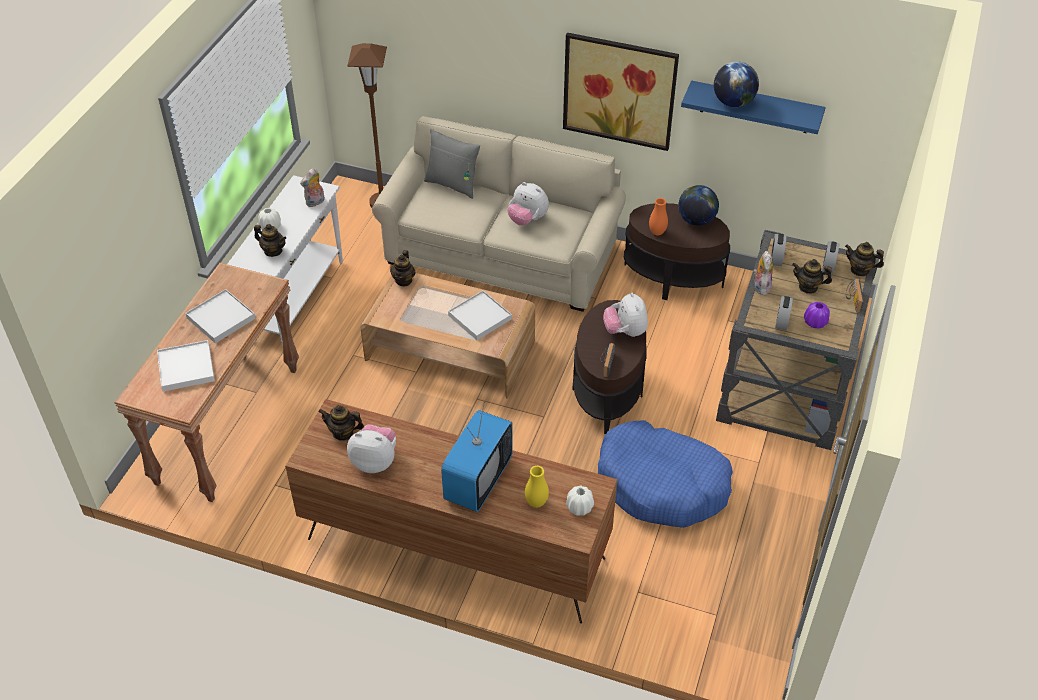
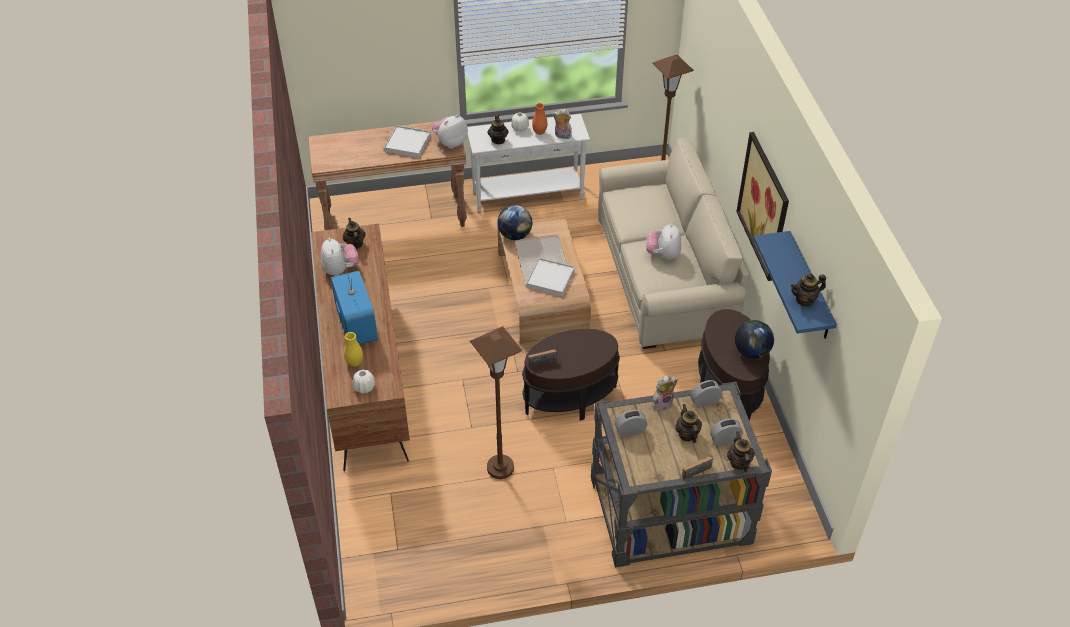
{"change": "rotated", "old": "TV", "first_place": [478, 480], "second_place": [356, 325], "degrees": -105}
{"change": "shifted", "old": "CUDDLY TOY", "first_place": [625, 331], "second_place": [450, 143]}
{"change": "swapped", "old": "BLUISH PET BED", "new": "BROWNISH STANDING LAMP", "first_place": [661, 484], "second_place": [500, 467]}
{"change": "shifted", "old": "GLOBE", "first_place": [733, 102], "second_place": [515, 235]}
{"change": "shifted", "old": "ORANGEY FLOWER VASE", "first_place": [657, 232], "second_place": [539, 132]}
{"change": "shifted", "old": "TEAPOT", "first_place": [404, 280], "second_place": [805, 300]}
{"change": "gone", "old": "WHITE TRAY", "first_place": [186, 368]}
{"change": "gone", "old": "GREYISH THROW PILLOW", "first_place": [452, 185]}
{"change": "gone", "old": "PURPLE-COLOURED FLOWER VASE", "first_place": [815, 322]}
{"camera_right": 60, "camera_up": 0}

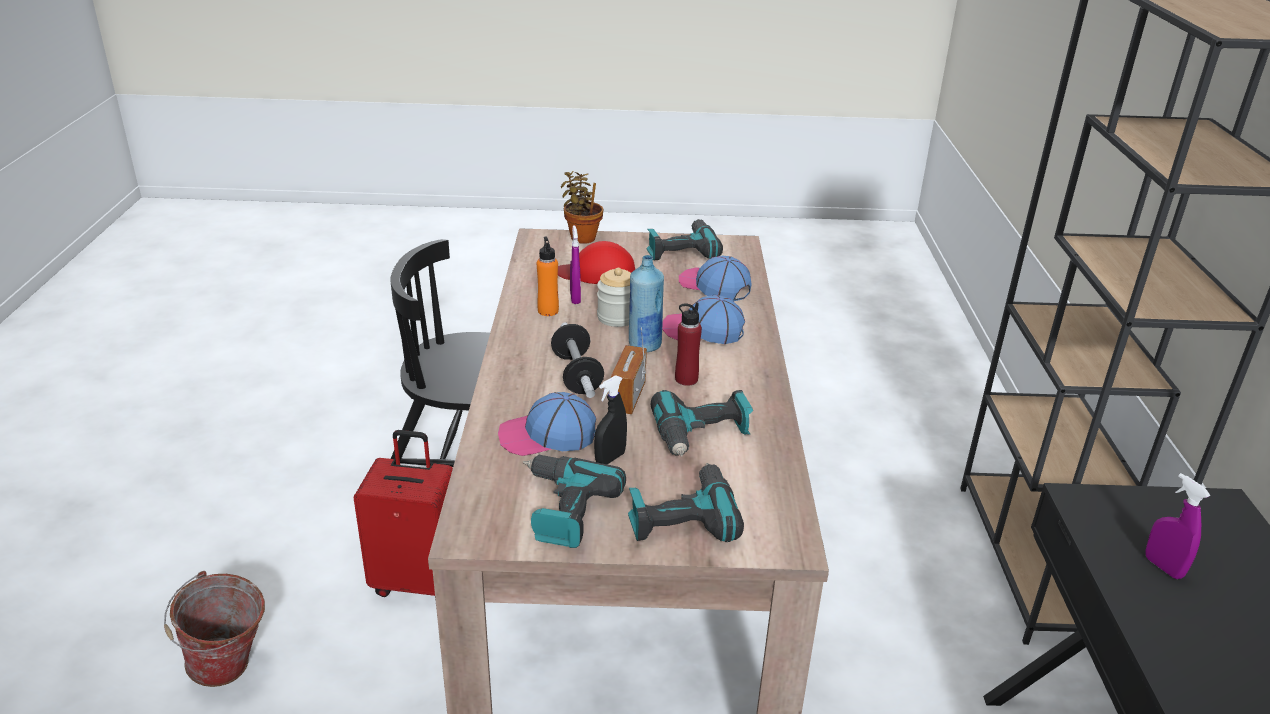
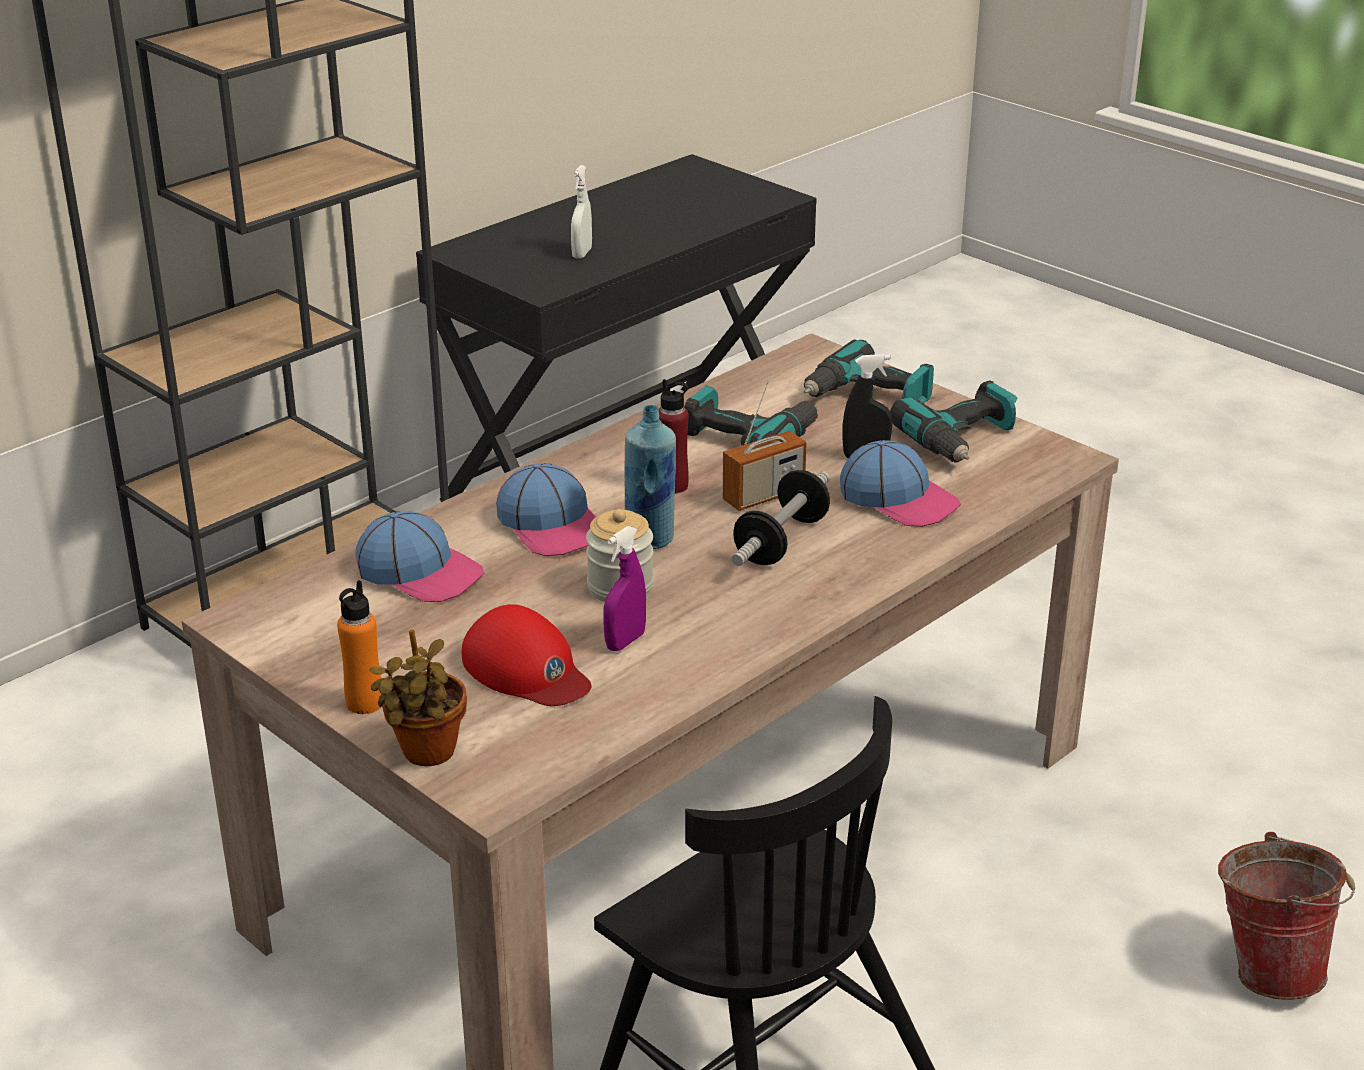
{"change": "shifted", "old": "ORANGEY BOTTLE", "first_place": [548, 311], "second_place": [364, 703]}
{"change": "rotated", "old": "PEAKED CAP", "first_place": [714, 286], "second_place": [420, 572], "degrees": -60}
{"change": "repainted", "old": "PURPLE-COLOURED SPRAYER", "new": "WHITE SPRAYER", "first_place": [1163, 567], "second_place": [582, 253]}
{"change": "gone", "old": "RED-COLOURED SUITCASE", "first_place": [418, 581]}
{"change": "gone", "old": "DRILL", "first_place": [681, 250]}
{"camera_right": -135, "camera_up": 0}

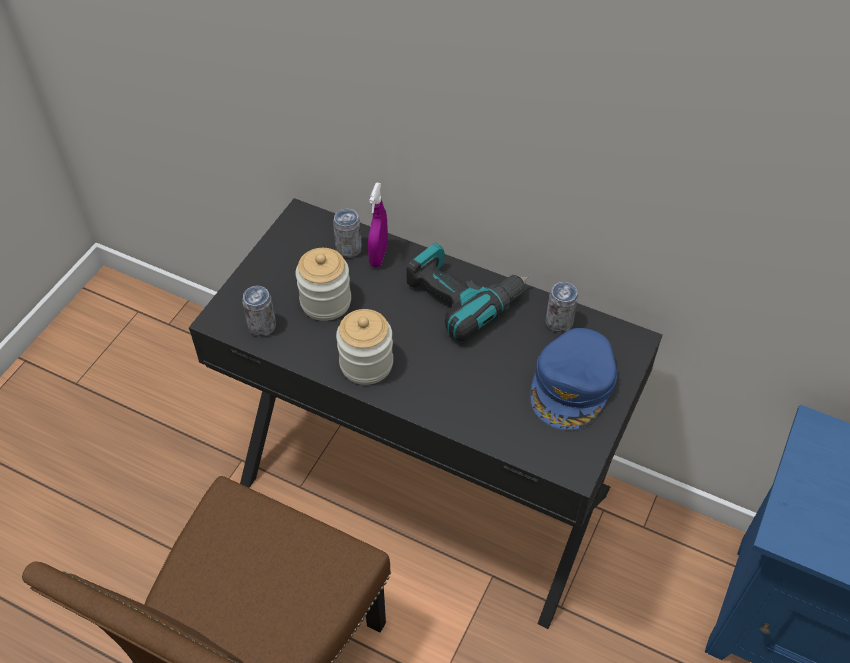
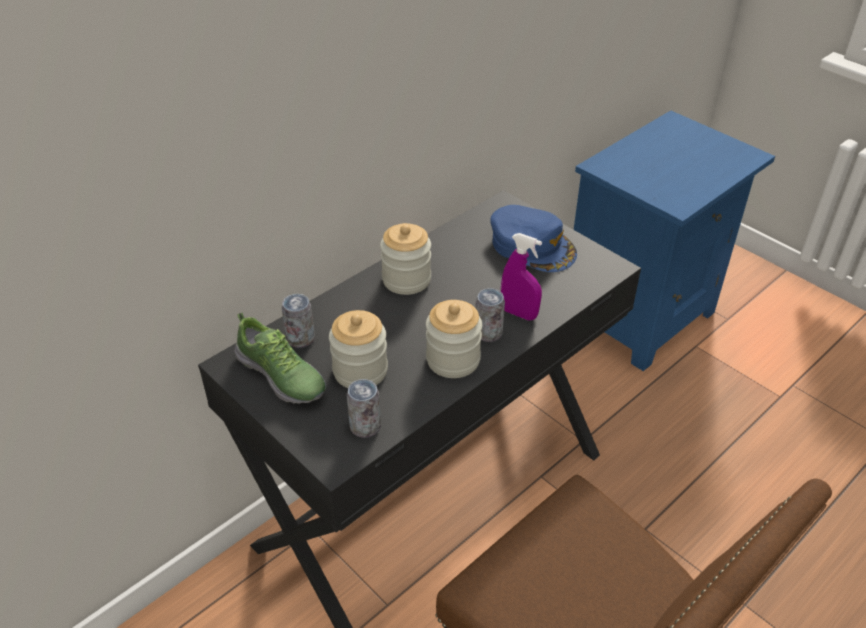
{"change": "new", "new": "ITEM OF FOOTWEAR", "second_place": [281, 376]}
{"change": "swapped", "old": "DRILL", "new": "STORAGE JAR", "first_place": [463, 296], "second_place": [406, 279]}
{"change": "shifted", "old": "SEALED CAN", "first_place": [559, 322], "second_place": [488, 333]}
{"change": "shifted", "old": "PURPLE-COLOURED SPRAYER", "first_place": [378, 256], "second_place": [519, 313]}
{"camera_right": -70, "camera_up": -10}

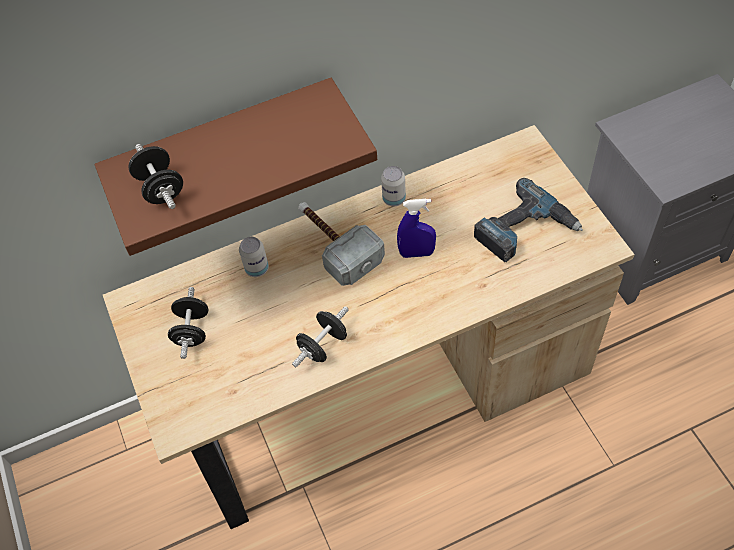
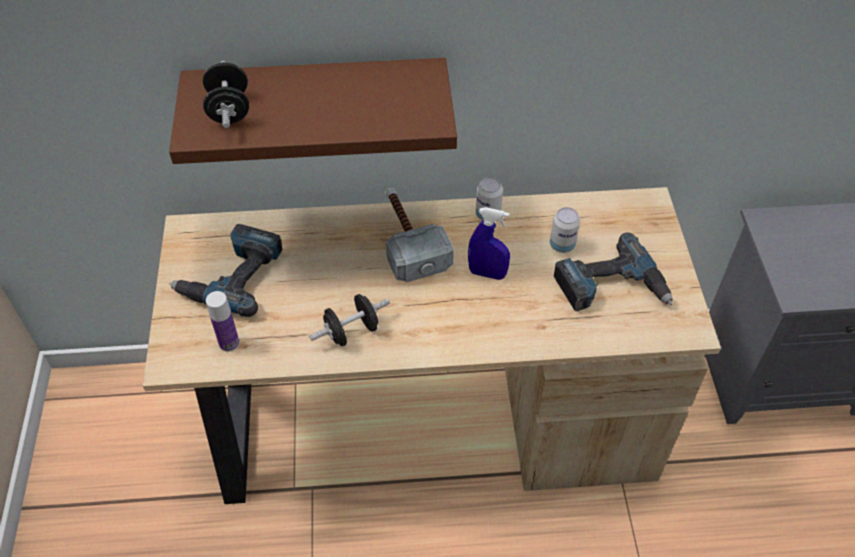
{"change": "swapped", "old": "BLACK FREE WEIGHT", "new": "DRILL", "first_place": [192, 331], "second_place": [232, 275]}
{"change": "new", "new": "BOTTLE", "second_place": [229, 343]}
{"change": "shifted", "old": "SEALED CAN", "first_place": [257, 269], "second_place": [562, 245]}
{"camera_right": 15, "camera_up": -5}

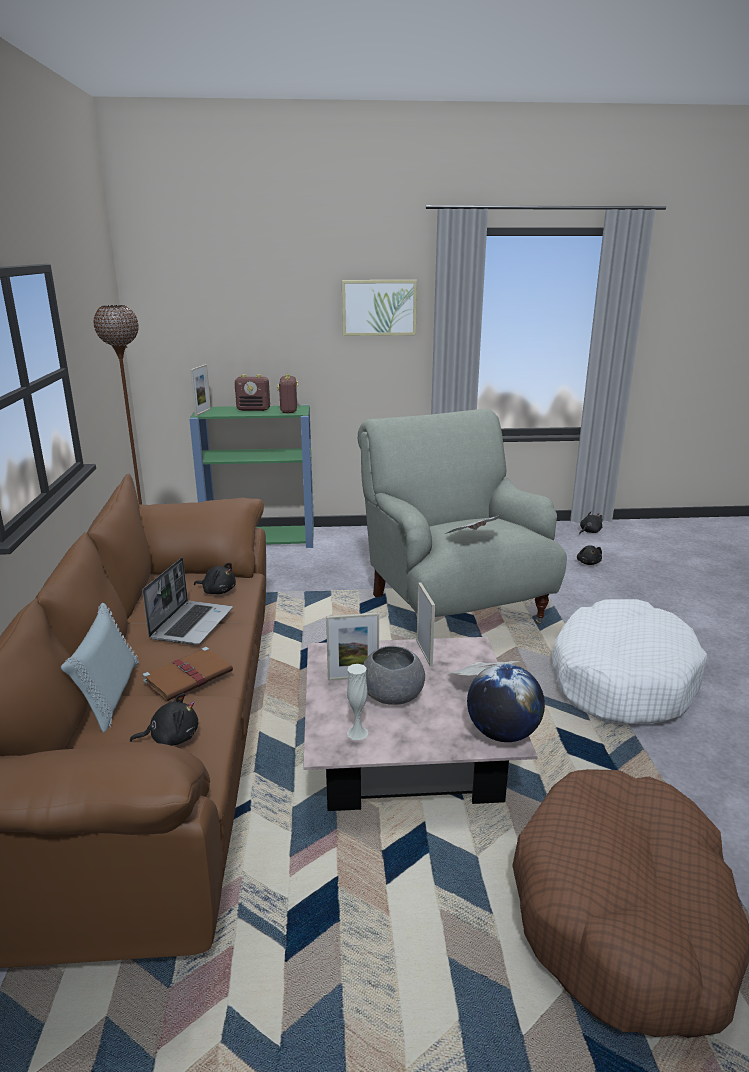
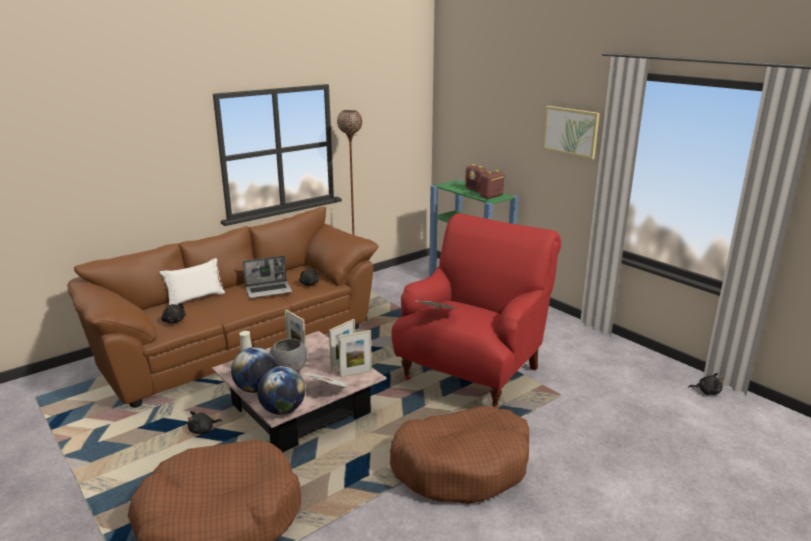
{"change": "repainted", "old": "BLUISH THROW PILLOW", "new": "WHITE THROW PILLOW", "first_place": [109, 695], "second_place": [195, 299]}
{"change": "shifted", "old": "BLACK CUDDLY TOY", "first_place": [588, 563], "second_place": [203, 430]}
{"change": "new", "new": "GLOBE", "second_place": [256, 389]}
{"change": "shifted", "old": "PICTURE FRAME", "first_place": [203, 412], "second_place": [355, 373]}
{"change": "repainted", "old": "WHITE PET BED", "new": "BROWNISH PET BED", "first_place": [621, 679], "second_place": [462, 466]}
{"change": "repainted", "old": "GREYISH EASY CHAIR", "new": "RED-COLOURED EASY CHAIR", "first_place": [453, 608], "second_place": [472, 373]}
{"change": "gone", "old": "BROWNISH BOOK", "first_place": [189, 676]}
{"camera_right": 55, "camera_up": 0}

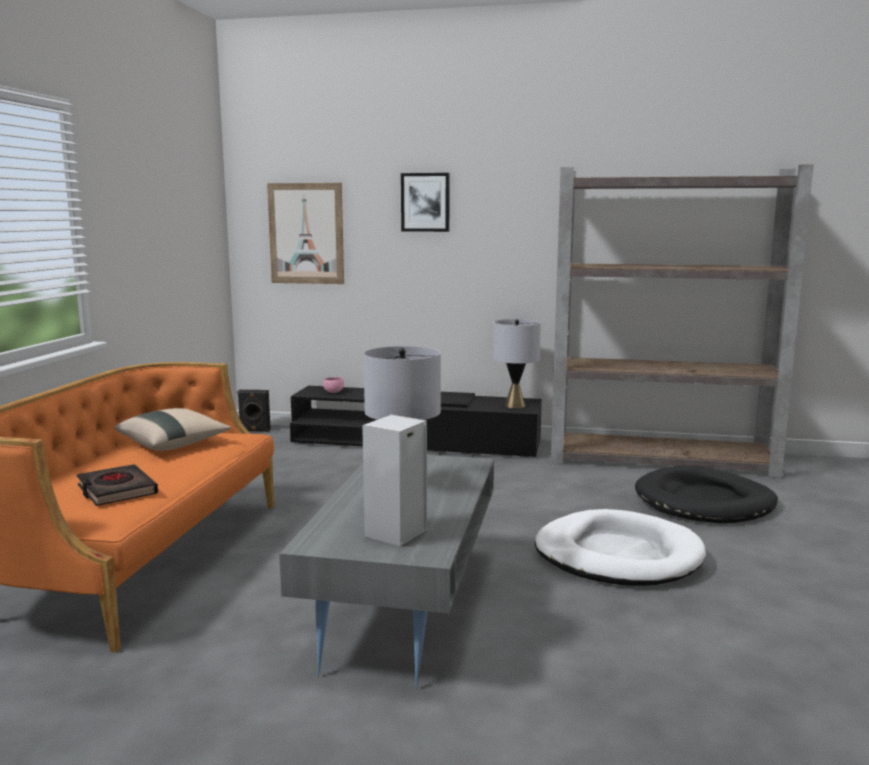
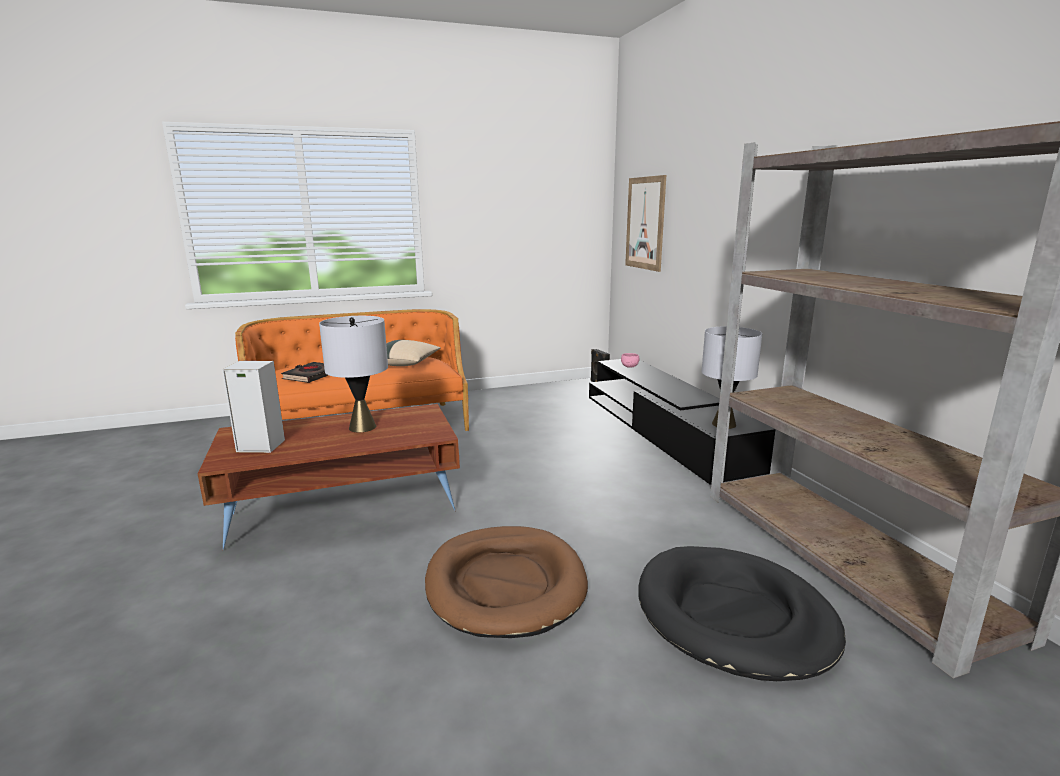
{"change": "repainted", "old": "GREYISH COFFEE TABLE", "new": "BROWNISH COFFEE TABLE", "first_place": [403, 603], "second_place": [344, 512]}
{"change": "repainted", "old": "WHITE PET BED", "new": "BROWNISH PET BED", "first_place": [617, 555], "second_place": [505, 584]}
{"change": "gone", "old": "WALL ART", "first_place": [425, 202]}
{"camera_right": 60, "camera_up": 5}

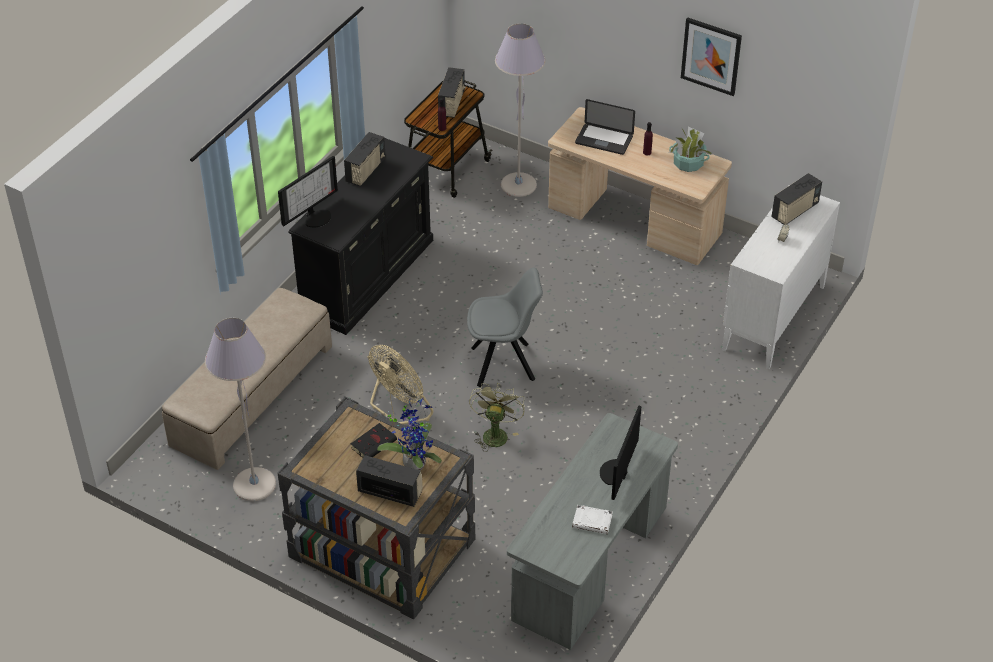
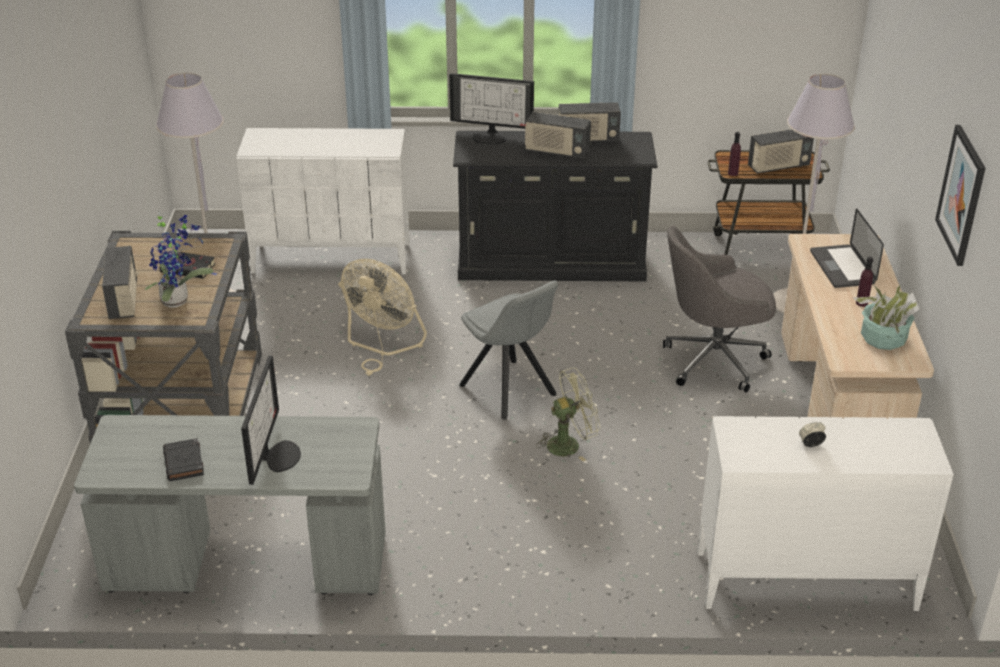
{"change": "repainted", "old": "WHITE BOOK", "new": "BLACK BOOK", "first_place": [592, 522], "second_place": [184, 463]}
{"change": "swapped", "old": "BEIGE LONG SEAT", "new": "WHITE CHEST OF DRAWERS", "first_place": [252, 394], "second_place": [332, 259]}
{"change": "rotated", "old": "MONITOR", "first_place": [616, 473], "second_place": [277, 455], "degrees": 105}
{"change": "rotated", "old": "BEIGE FAN", "first_place": [393, 411], "second_place": [378, 344], "degrees": -75}
{"change": "shifted", "old": "RADIO SET", "first_place": [795, 211], "second_place": [557, 152]}
{"change": "shifted", "old": "GREEN FAN", "first_place": [495, 433], "second_place": [569, 444]}
{"change": "new", "new": "GREYISH COMPUTER CHAIR", "second_place": [713, 362]}
{"camera_right": 60, "camera_up": -10}

